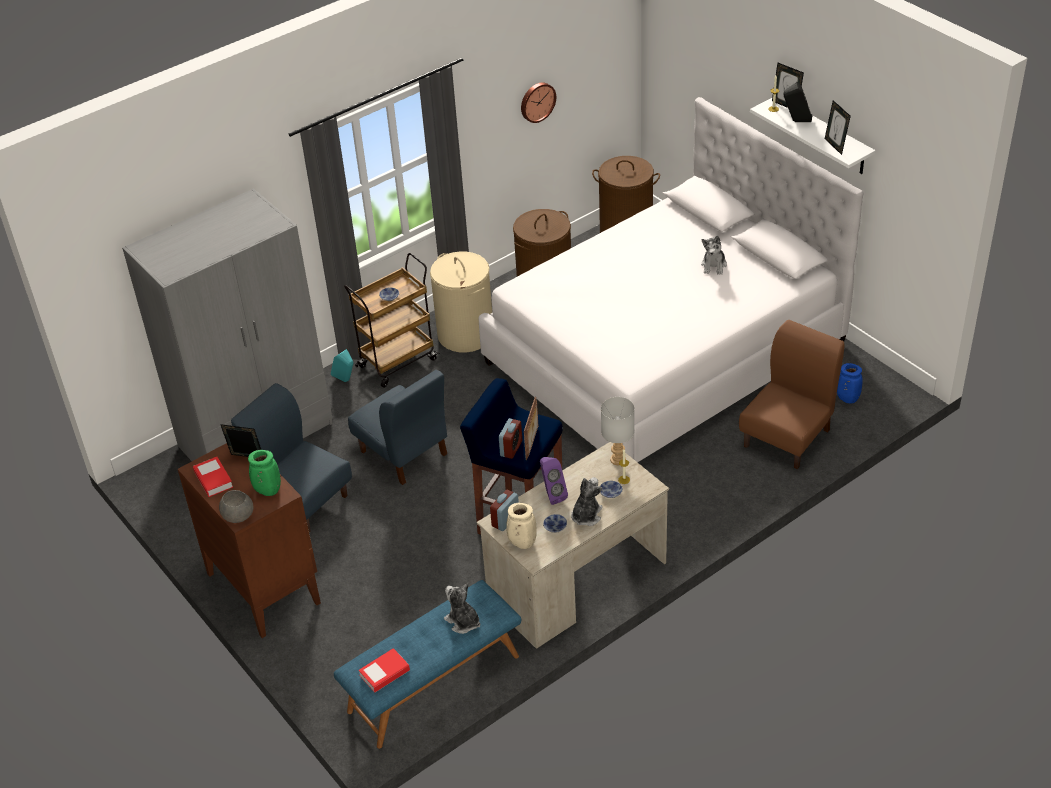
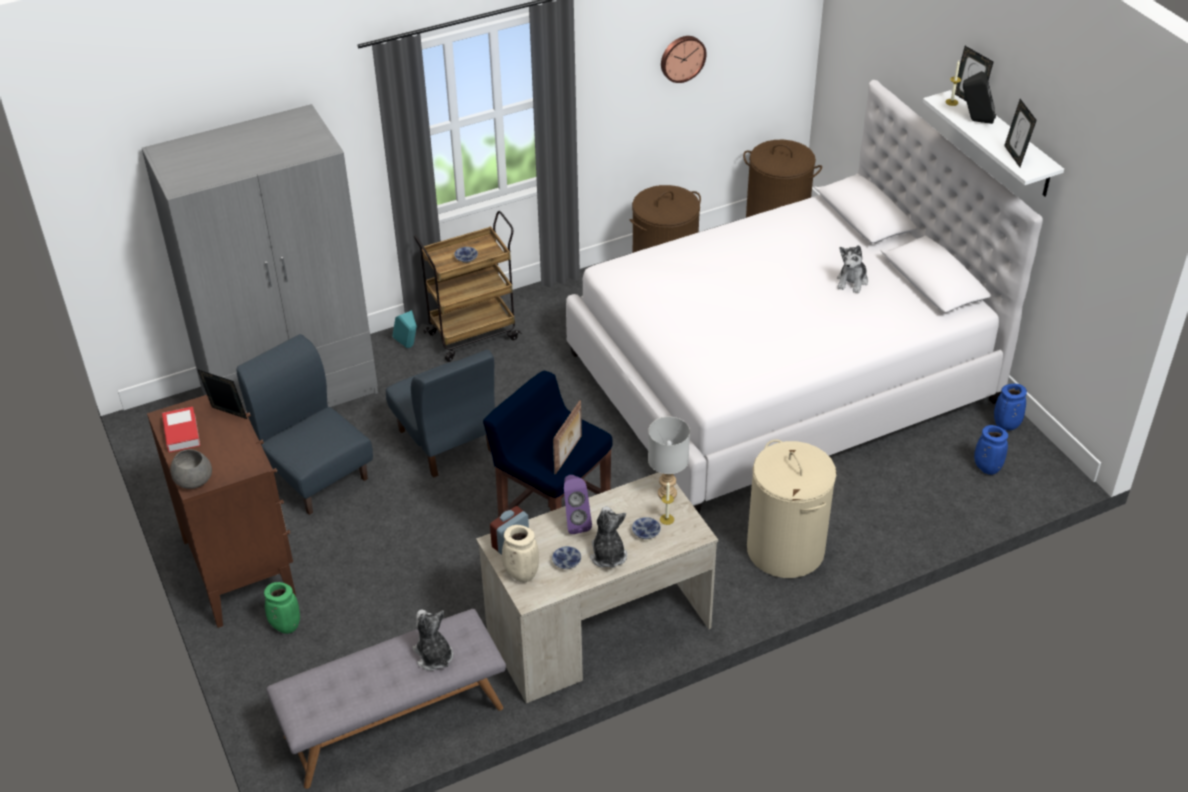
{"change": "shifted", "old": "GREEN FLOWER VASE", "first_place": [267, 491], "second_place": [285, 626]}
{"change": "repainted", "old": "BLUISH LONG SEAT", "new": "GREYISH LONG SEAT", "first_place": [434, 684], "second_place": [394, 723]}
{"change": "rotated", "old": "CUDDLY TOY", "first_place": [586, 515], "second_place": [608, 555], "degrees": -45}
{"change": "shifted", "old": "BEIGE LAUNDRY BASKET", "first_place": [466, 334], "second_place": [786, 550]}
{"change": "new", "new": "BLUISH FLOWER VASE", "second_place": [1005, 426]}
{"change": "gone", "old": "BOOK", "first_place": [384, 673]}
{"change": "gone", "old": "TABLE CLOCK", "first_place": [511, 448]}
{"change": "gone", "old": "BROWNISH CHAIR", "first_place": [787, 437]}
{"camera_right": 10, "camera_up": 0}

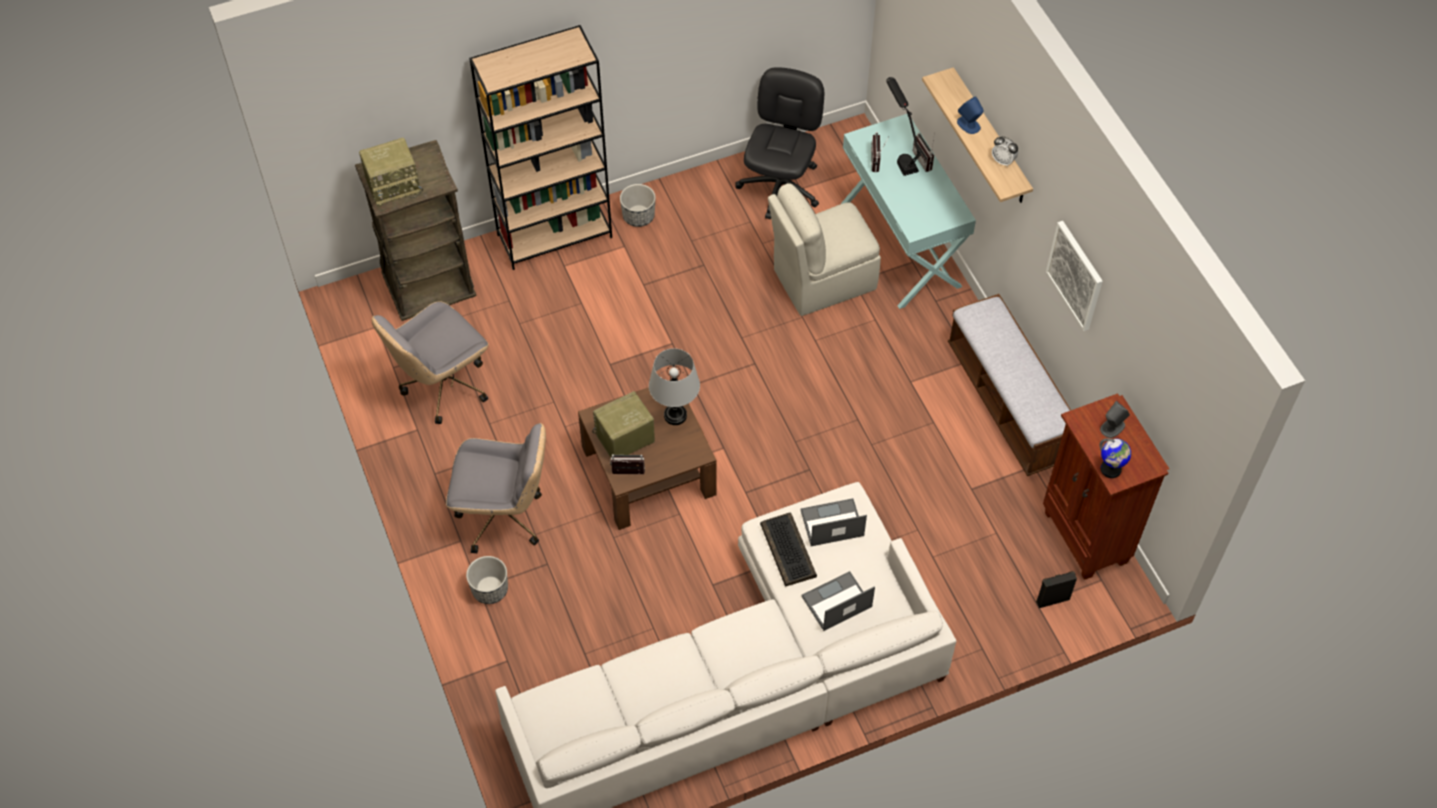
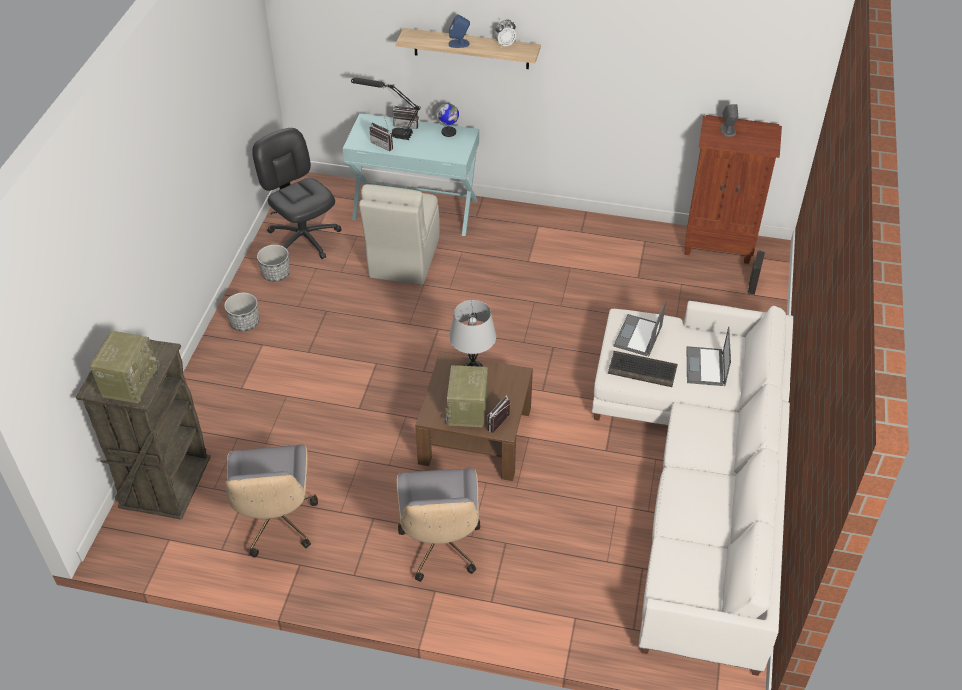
{"change": "shifted", "old": "FLOWER POT", "first_place": [490, 589], "second_place": [276, 274]}
{"change": "rotated", "old": "GREYISH COMPUTER CHAIR", "first_place": [504, 519], "second_place": [440, 549], "degrees": 135}
{"change": "shifted", "old": "GLOBE", "first_place": [1110, 469], "second_place": [449, 132]}
{"change": "gone", "old": "BEIGE BOOKSHELF", "first_place": [555, 235]}
{"change": "gone", "old": "LONG SEAT", "first_place": [1008, 403]}
{"change": "gone", "old": "WALL ART", "first_place": [1076, 275]}
{"camera_right": -55, "camera_up": -10}

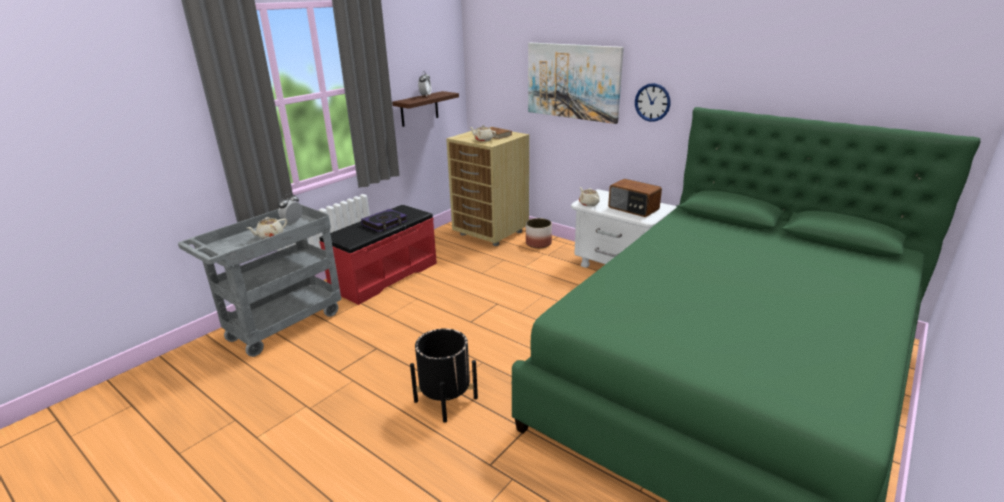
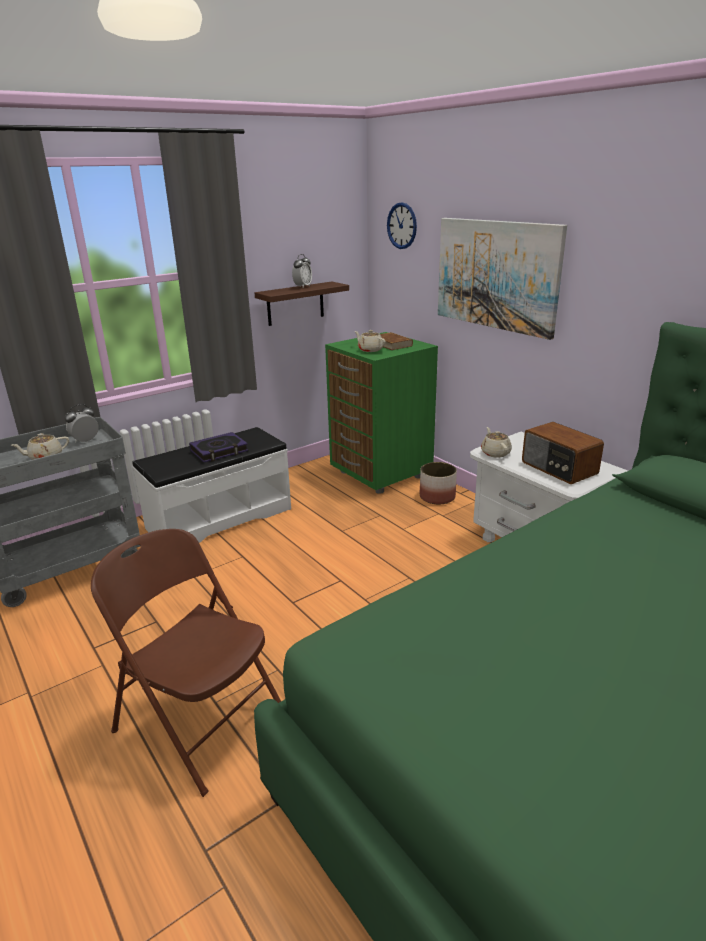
{"change": "swapped", "old": "BLACK FLOWER POT", "new": "BROWNISH CHAIR", "first_place": [446, 399], "second_place": [200, 721]}
{"change": "repainted", "old": "RED-COLOURED LONG SEAT", "new": "WHITE LONG SEAT", "first_place": [384, 276], "second_place": [219, 518]}
{"change": "repainted", "old": "BROWNISH CHEST OF DRAWERS", "new": "GREEN CHEST OF DRAWERS", "first_place": [490, 233], "second_place": [380, 474]}
{"change": "shifted", "old": "WALL CLOCK", "first_place": [652, 102], "second_place": [402, 226]}
{"camera_right": 15, "camera_up": 0}

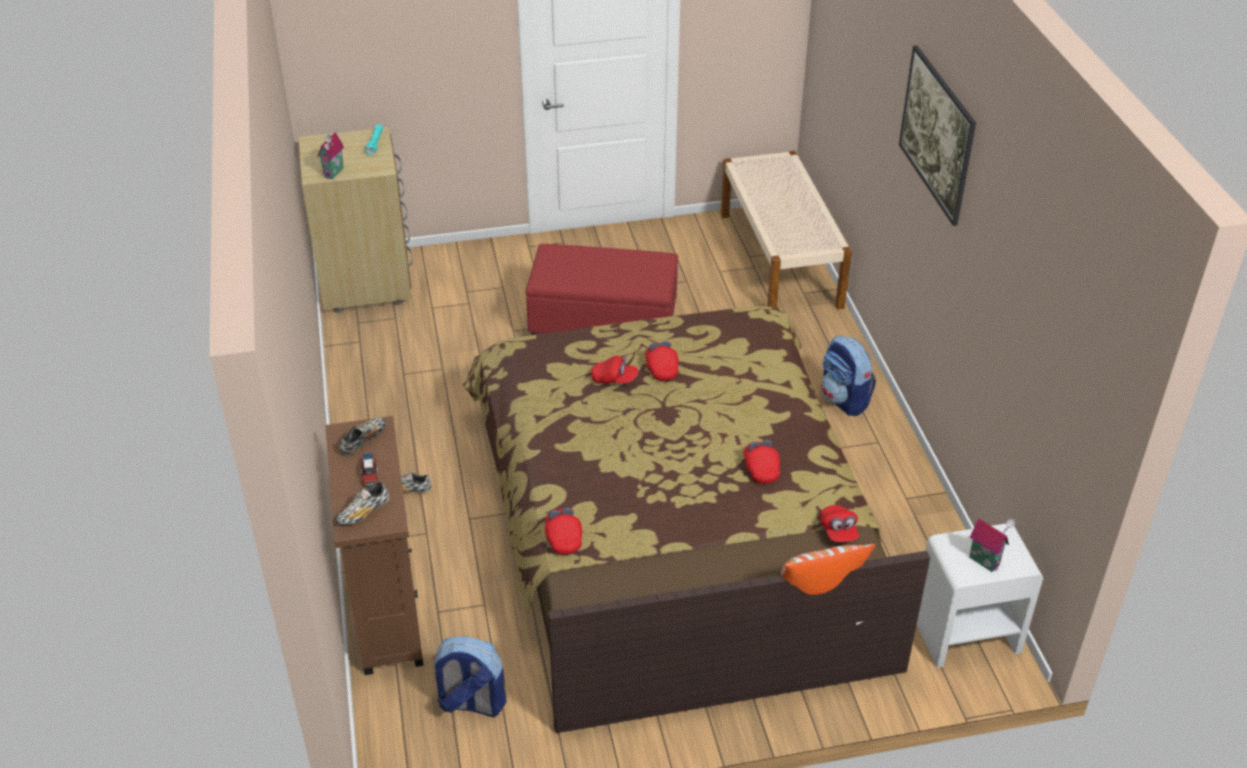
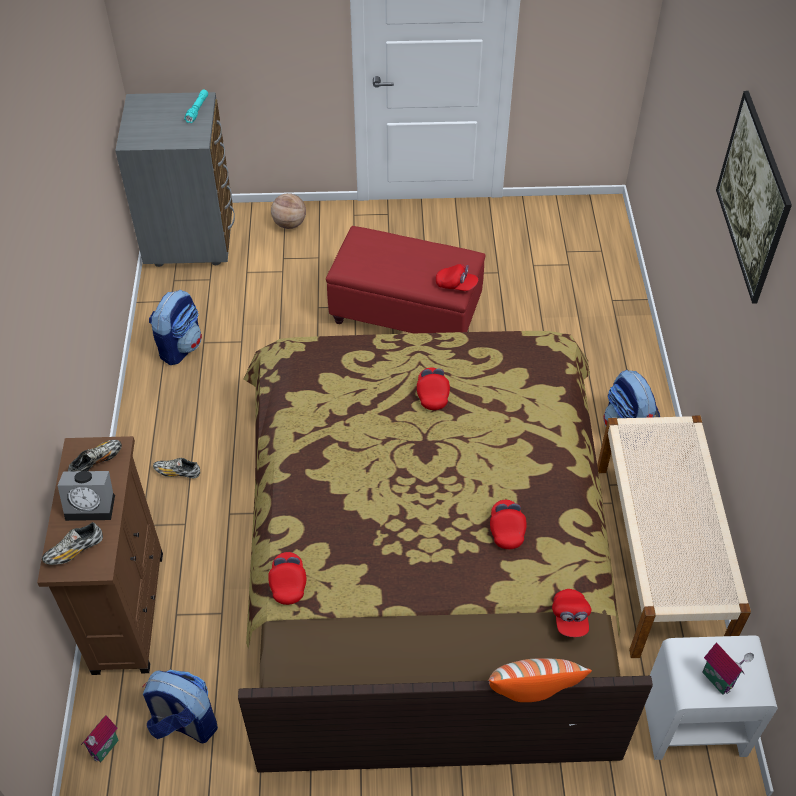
{"change": "swapped", "old": "MODEL TRUCK", "new": "TABLE CLOCK", "first_place": [370, 475], "second_place": [92, 505]}
{"change": "shifted", "old": "TOY HOUSE", "first_place": [335, 173], "second_place": [106, 749]}
{"change": "repainted", "old": "BROWNISH CHEST OF DRAWERS", "new": "GREYISH CHEST OF DRAWERS", "first_place": [366, 286], "second_place": [191, 241]}
{"change": "new", "new": "RUCKSACK", "second_place": [180, 346]}
{"change": "new", "new": "BASKETBALL", "second_place": [289, 224]}
{"change": "shifted", "old": "RED-COLOURED PEAKED CAP", "first_place": [614, 379], "second_place": [456, 285]}
{"change": "shifted", "old": "BEIGE LONG SEAT", "first_place": [780, 259], "second_place": [660, 555]}
{"camera_right": 10, "camera_up": 10}

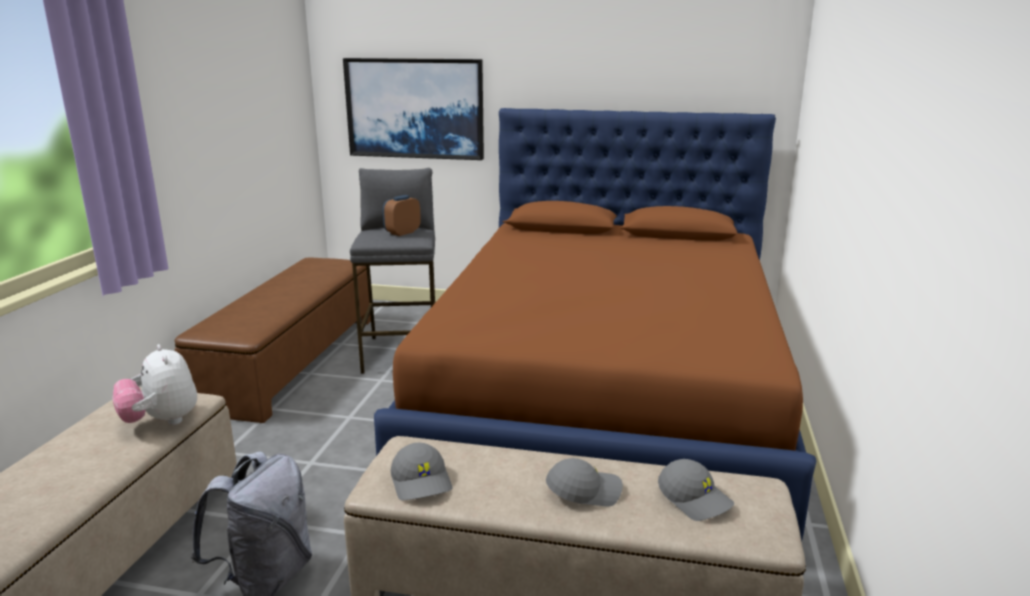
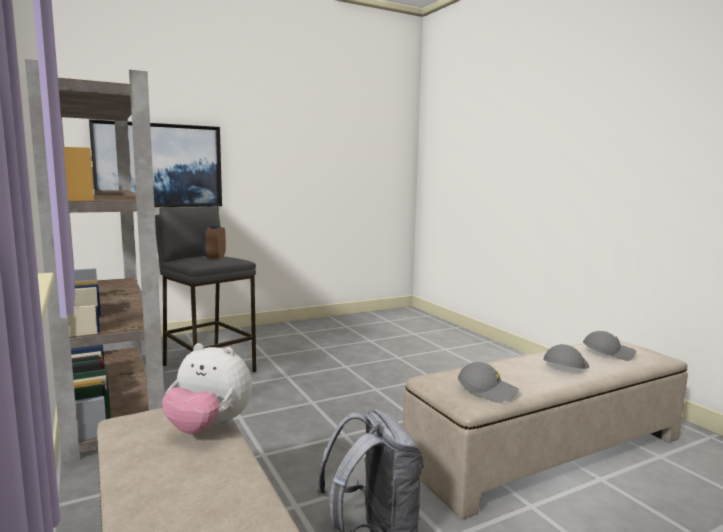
{"change": "swapped", "old": "BROWNISH LONG SEAT", "new": "BROWNISH BOOKSHELF", "first_place": [291, 360], "second_place": [110, 398]}
{"change": "gone", "old": "BROWNISH BED", "first_place": [606, 400]}
{"camera_right": -40, "camera_up": -10}

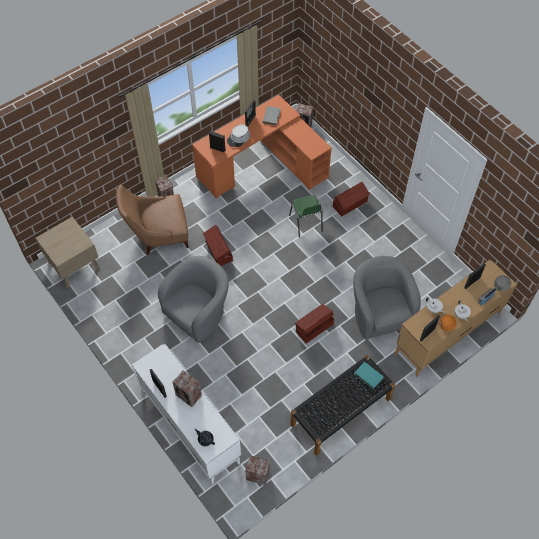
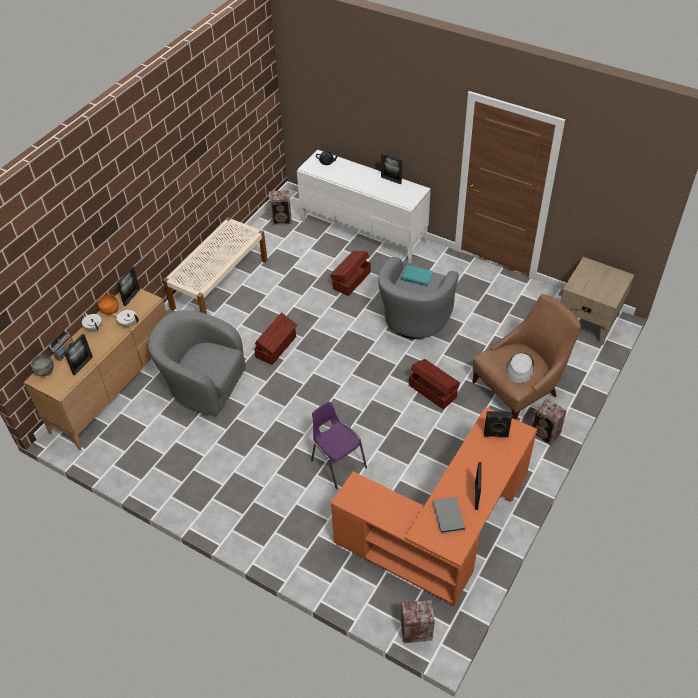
{"change": "rotated", "old": "GREYISH EASY CHAIR", "first_place": [379, 313], "second_place": [203, 386], "degrees": 150}
{"change": "repainted", "old": "BLACK LONG SEAT", "new": "BEIGE LONG SEAT", "first_place": [341, 412], "second_place": [219, 284]}
{"change": "repainted", "old": "GREEN CHAIR", "new": "PURPLE-COLOURED CHAIR", "first_place": [306, 224], "second_place": [337, 463]}
{"change": "shifted", "old": "BROWNISH STORAGE BOX", "first_place": [350, 204], "second_place": [351, 280]}
{"change": "shifted", "old": "TURQUOISE-COLOURED BOOK", "first_place": [368, 376], "second_place": [417, 276]}
{"change": "shifted", "old": "GREYISH WEARABLE HAT", "first_place": [238, 138], "second_place": [520, 368]}
{"change": "gone", "old": "LOUDSPEAKER", "first_place": [189, 396]}
{"camera_right": 160, "camera_up": -10}

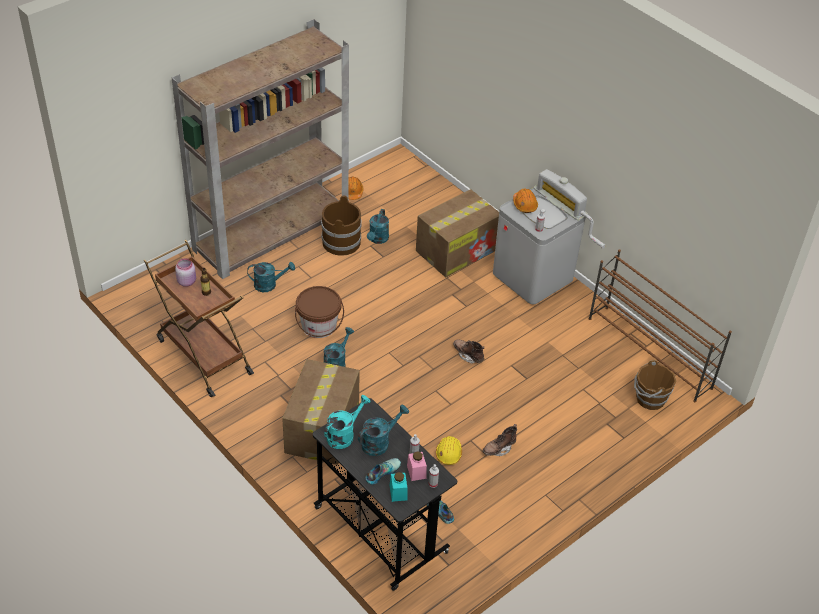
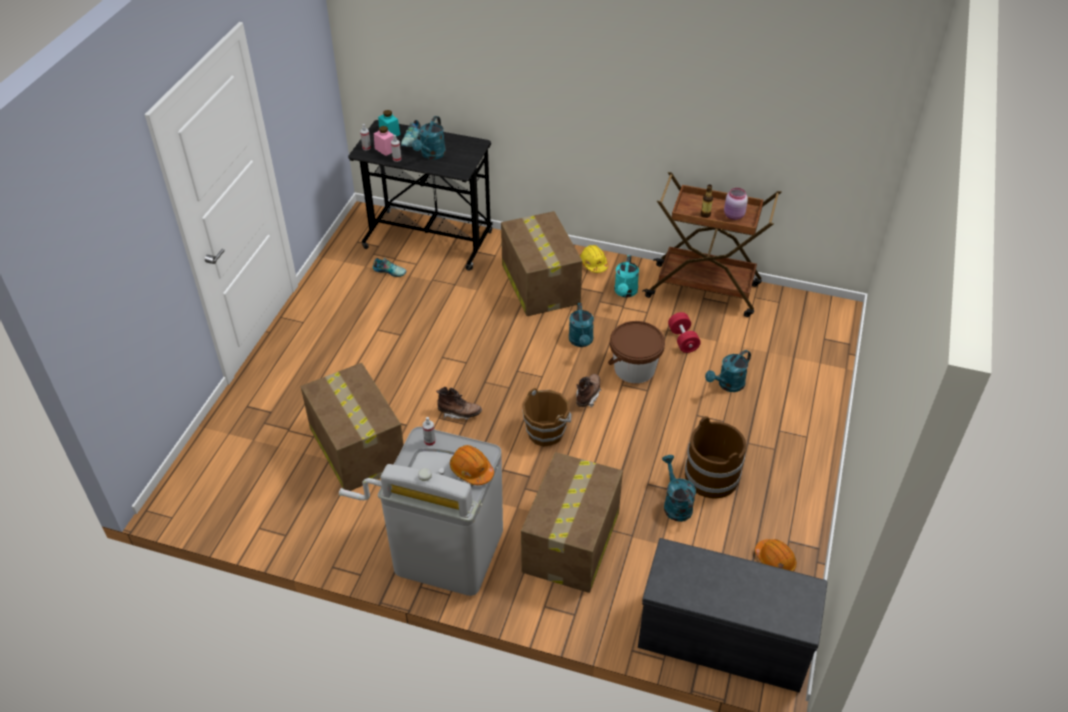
{"change": "new", "new": "PACKING BOX", "second_place": [357, 446]}
{"change": "shifted", "old": "BROWNISH BUCKET", "first_place": [649, 399], "second_place": [546, 432]}
{"change": "shifted", "old": "BROWNISH HIGH-TOP BOOT", "first_place": [499, 449], "second_place": [587, 396]}
{"change": "shifted", "old": "YELLOW-COLOURED SAFETY HELMET", "first_place": [448, 453], "second_place": [593, 264]}
{"change": "shifted", "old": "TURQUOISE-COLOURED WATERING POT", "first_place": [344, 435], "second_place": [625, 292]}
{"change": "new", "new": "GREYISH LONG SEAT", "second_place": [722, 639]}
{"change": "new", "new": "RED-COLOURED FREE WEIGHT", "second_place": [683, 340]}
{"change": "gone", "old": "BROWNISH BOOKSHELF", "first_place": [272, 231]}
{"change": "gone", "old": "BROWNISH SHOE SHELF", "first_place": [649, 353]}
{"camera_right": 150, "camera_up": 0}

